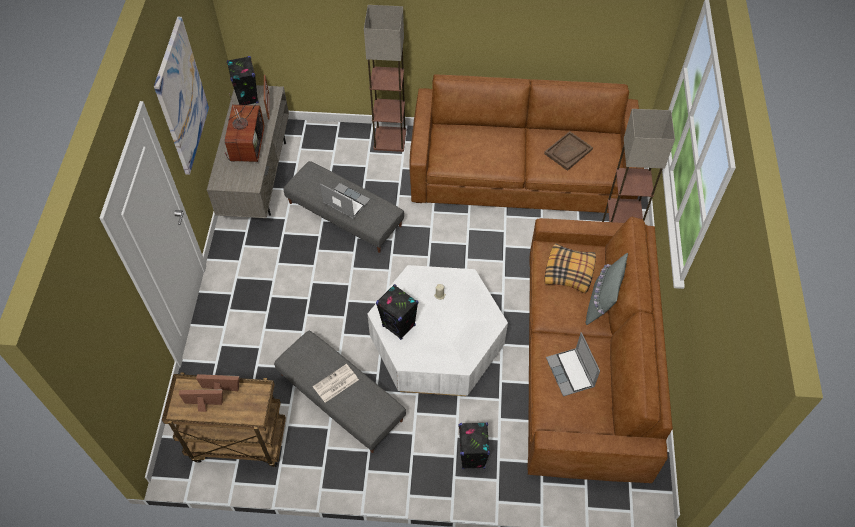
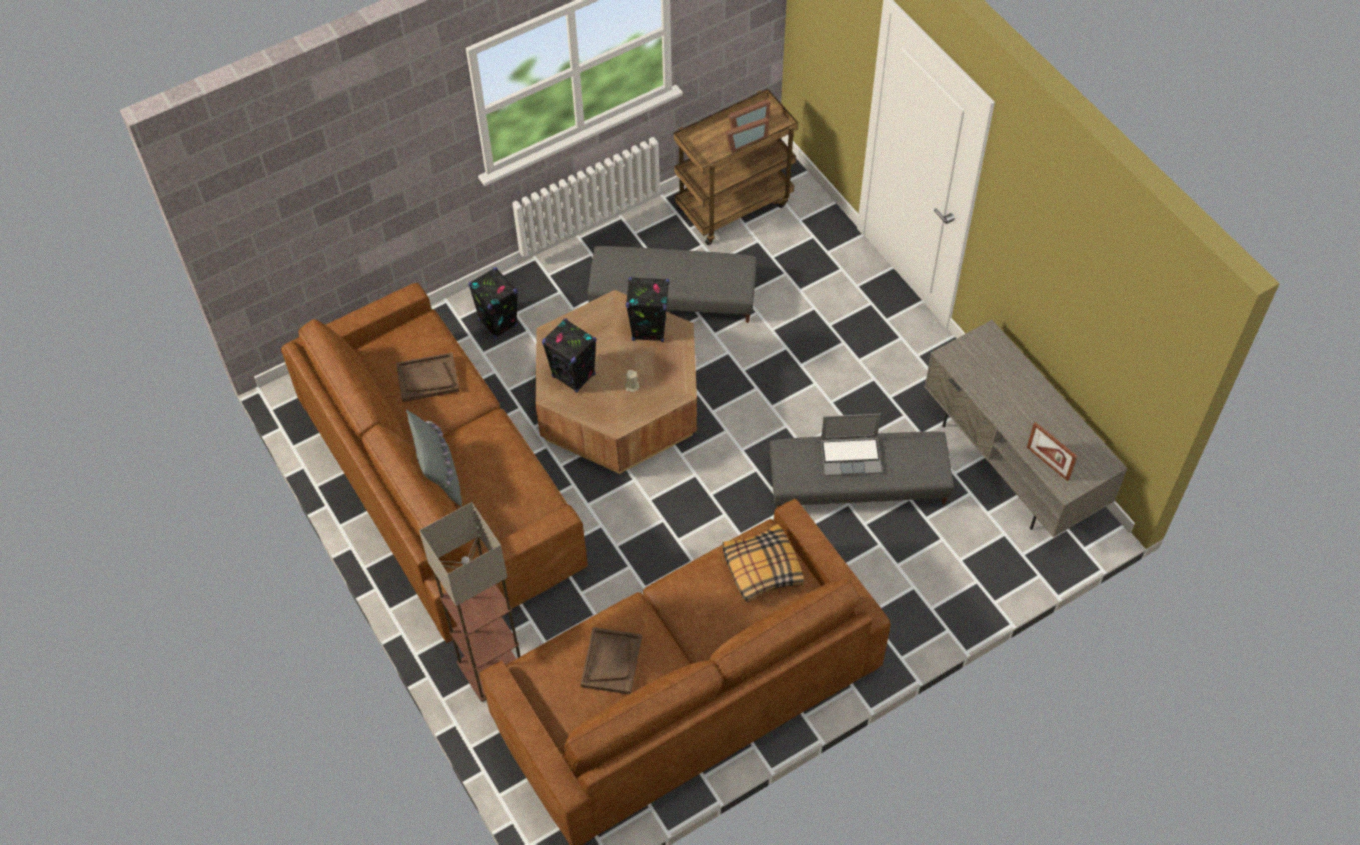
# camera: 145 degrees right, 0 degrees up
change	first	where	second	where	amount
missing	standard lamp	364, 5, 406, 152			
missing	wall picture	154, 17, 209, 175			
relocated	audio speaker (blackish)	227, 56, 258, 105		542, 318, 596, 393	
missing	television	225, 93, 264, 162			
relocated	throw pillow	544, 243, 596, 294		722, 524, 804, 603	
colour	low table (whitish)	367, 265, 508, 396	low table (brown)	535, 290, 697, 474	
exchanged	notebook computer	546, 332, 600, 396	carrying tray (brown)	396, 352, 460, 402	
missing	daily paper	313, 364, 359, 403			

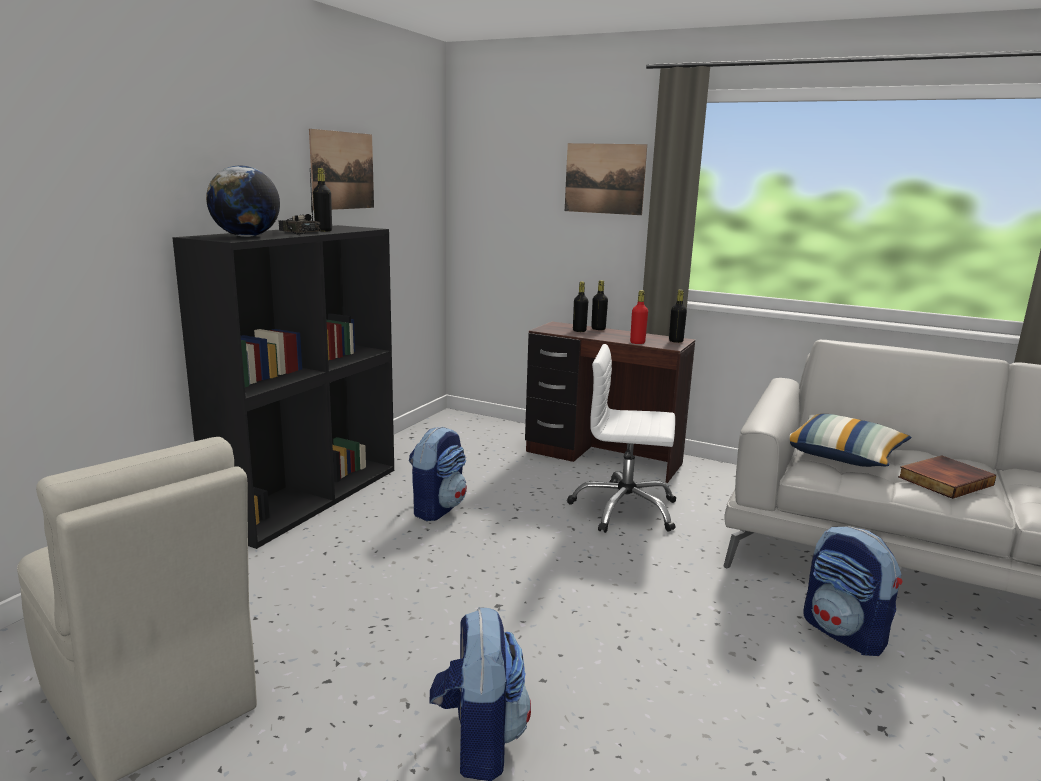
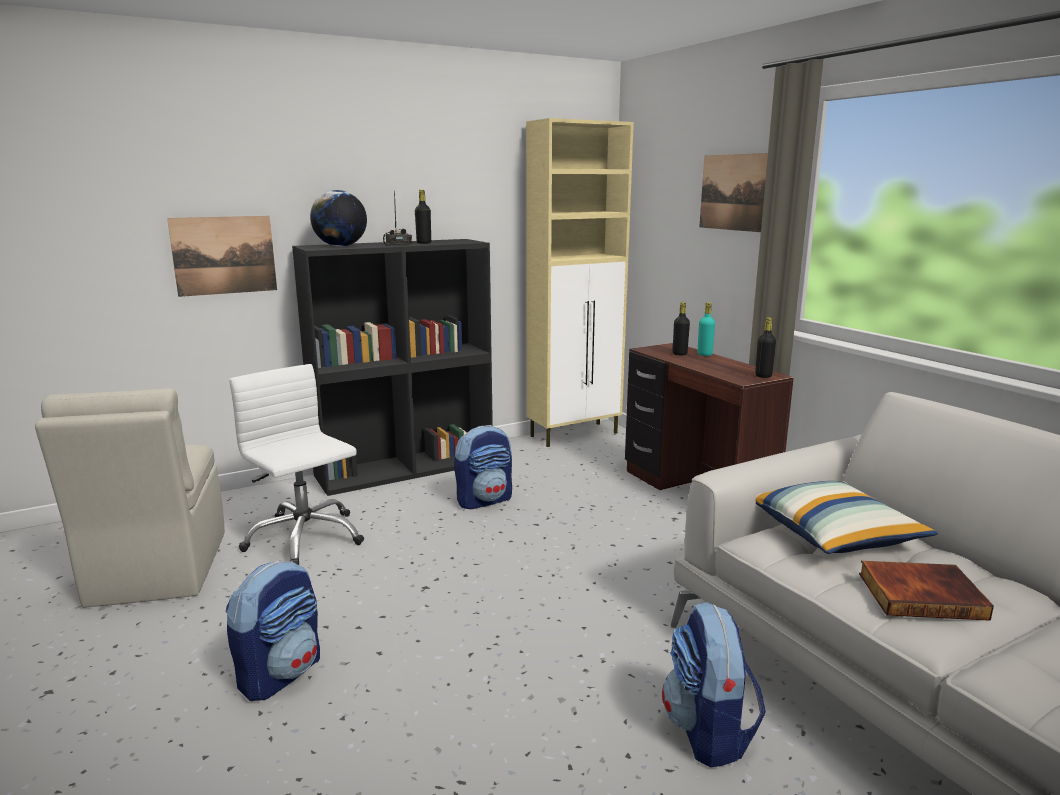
# camera: 35 degrees right, 0 degrees up
change	first	where	second	where	amount
relocated	wall picture	309, 129, 374, 210		167, 216, 277, 297	
colour	bottle (blackish)	591, 280, 608, 330	bottle (turquoise-coloured)	698, 302, 715, 356	
missing	bottle (reddish)	630, 290, 648, 344			
relocated	desk chair (whitish)	567, 344, 676, 533		229, 364, 364, 565	
appeared			cabinet (beige-coloured)	526, 118, 634, 447	

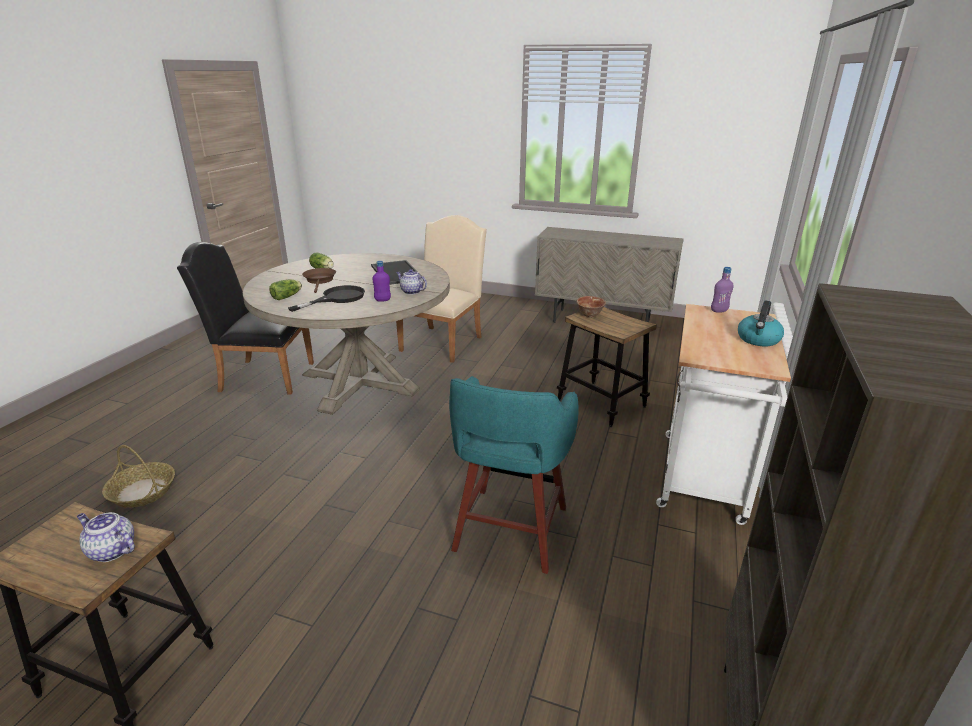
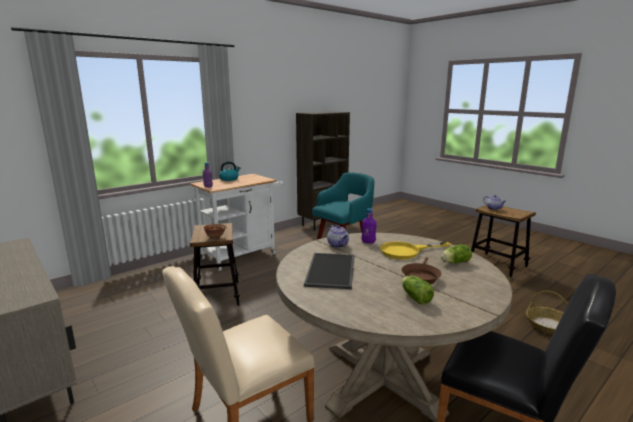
# camera: 150 degrees left, 10 degrees down
change	first	where	second	where	amount
colour	skillet (blackish)	288, 285, 365, 312	skillet (yellow)	380, 241, 451, 260	

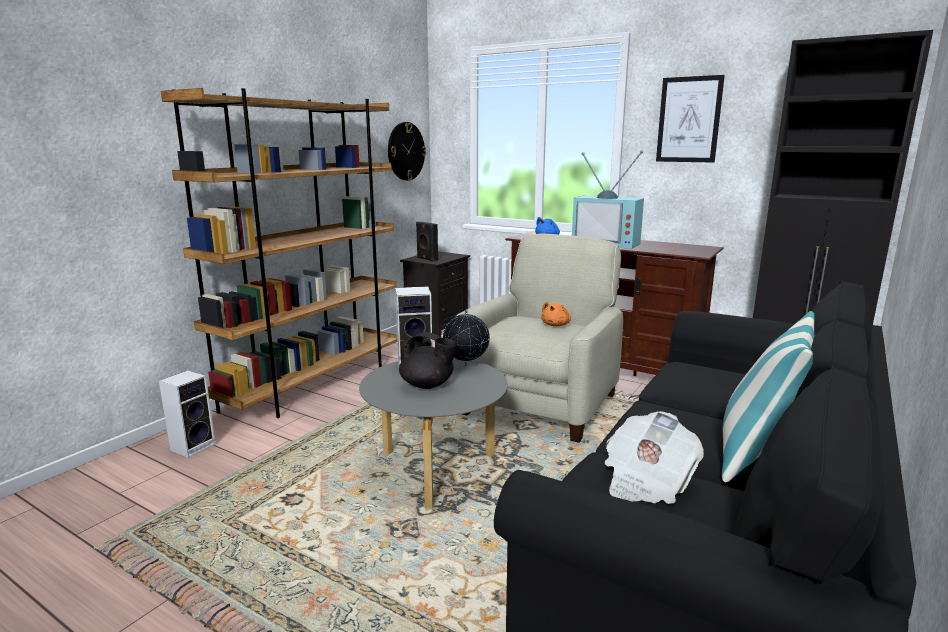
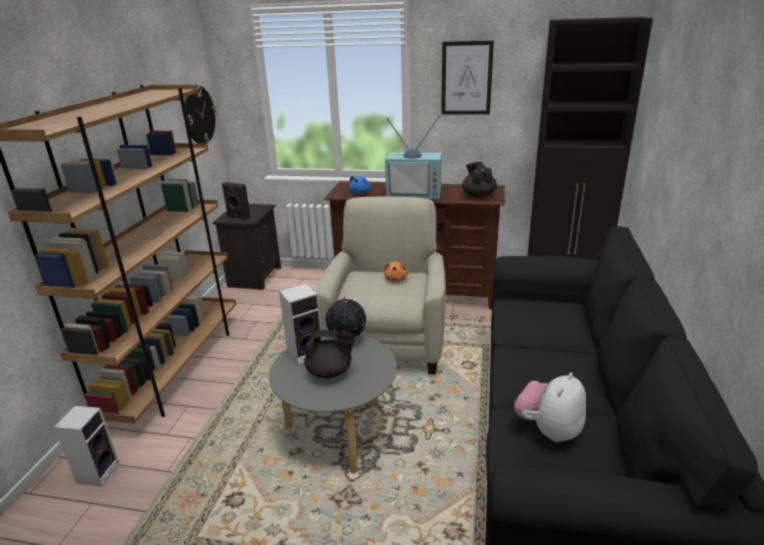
# camera: 20 degrees left, 10 degrees up
change	first	where	second	where	amount
missing	throw pillow	721, 311, 815, 482			
exchanged	daily paper	605, 411, 704, 504	plush toy	514, 373, 586, 442	
appeared			teapot (blackish)	462, 162, 497, 198	

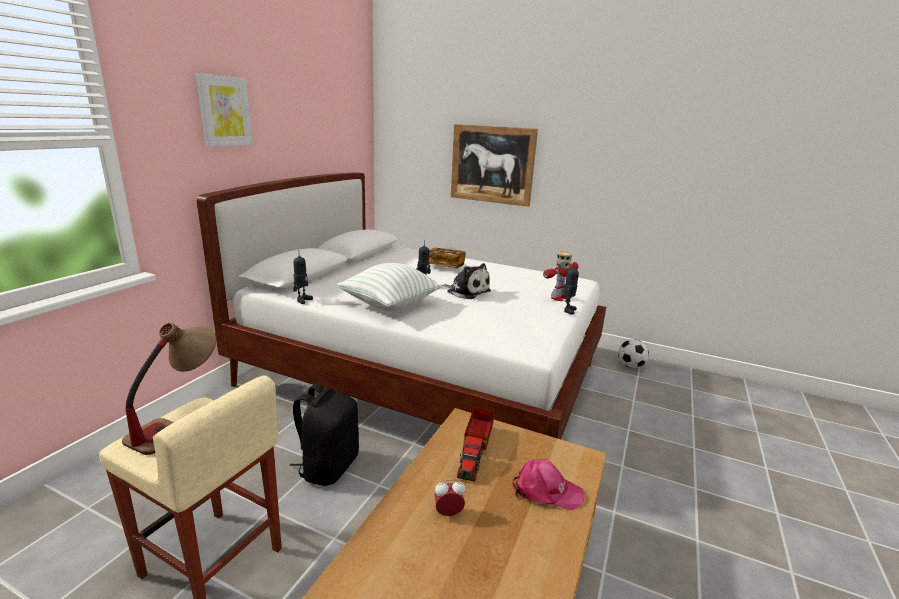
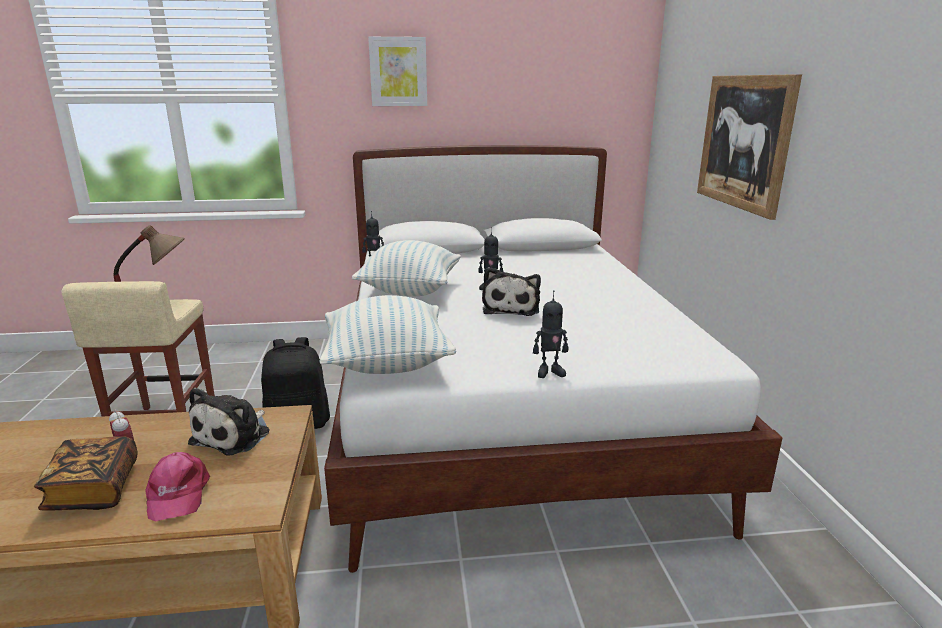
# camera: 60 degrees right, 0 degrees up
change	first	where	second	where	amount
relocated	volume	429, 248, 466, 268		34, 436, 138, 511	
missing	model robot	543, 251, 579, 301			
missing	football	618, 339, 649, 368			
exchanged	toy truck	457, 407, 494, 482	plush toy	188, 387, 270, 455	
appeared			throw pillow	319, 295, 456, 374	

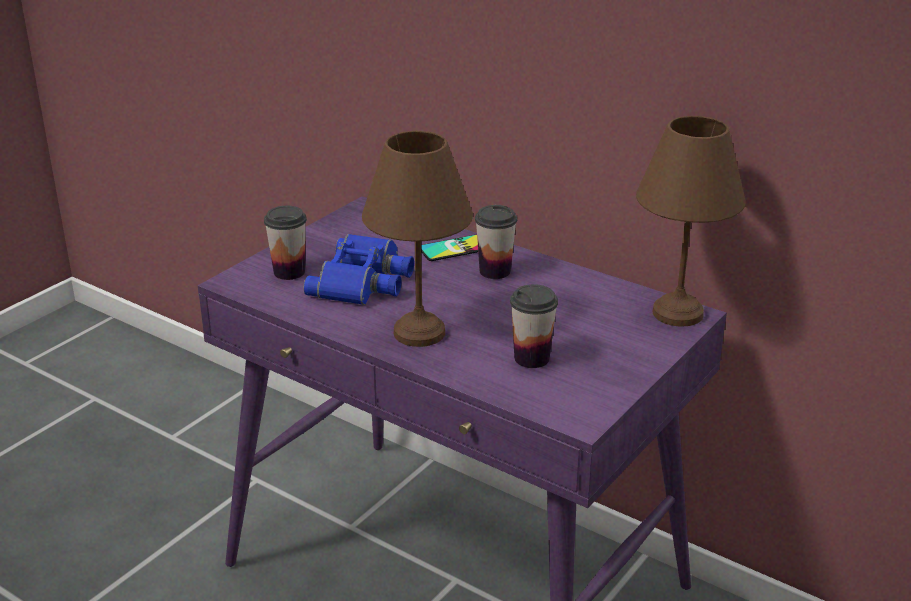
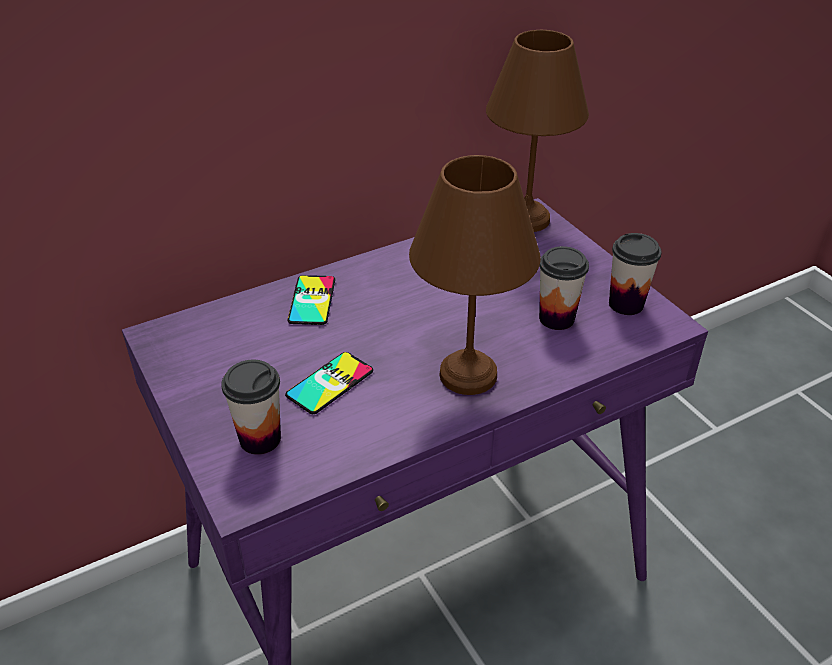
# camera: 65 degrees left, 10 degrees up
change	first	where	second	where	amount
relocated	cup	475, 205, 517, 279		609, 233, 662, 315	
exchanged	binoculars (bluish)	303, 234, 414, 305	phone	285, 352, 373, 414	

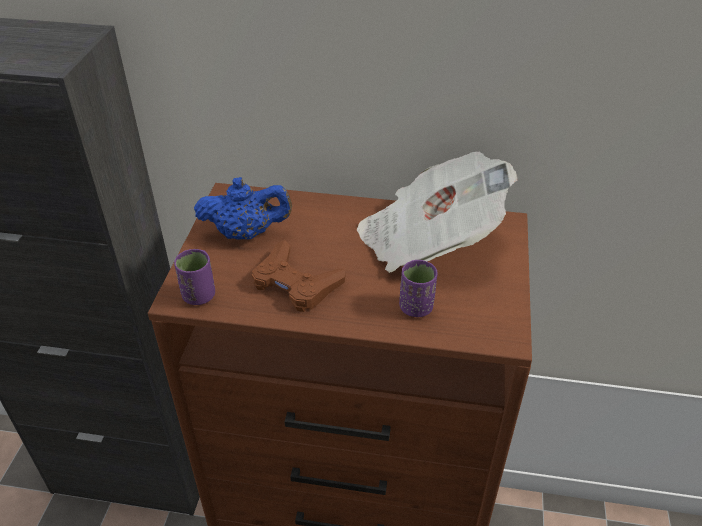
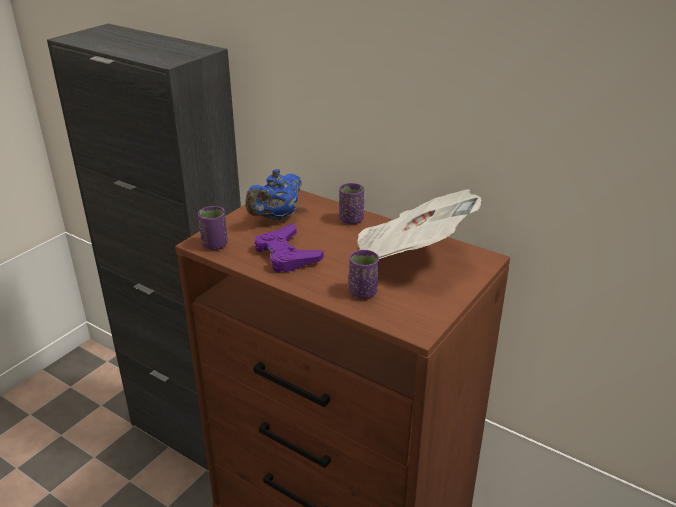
# camera: 25 degrees right, 10 degrees down
change	first	where	second	where	amount
spun	teapot (bluish)	194, 177, 292, 240		245, 169, 302, 221	105 degrees clockwise
colour	game controller (brown)	251, 240, 345, 312	game controller (purplish)	255, 223, 324, 273	
appeared			cup (purplish)	339, 183, 364, 224	

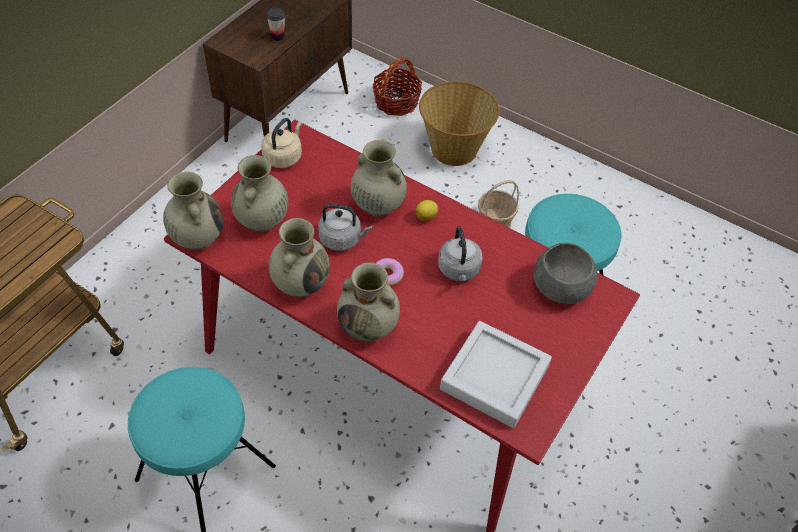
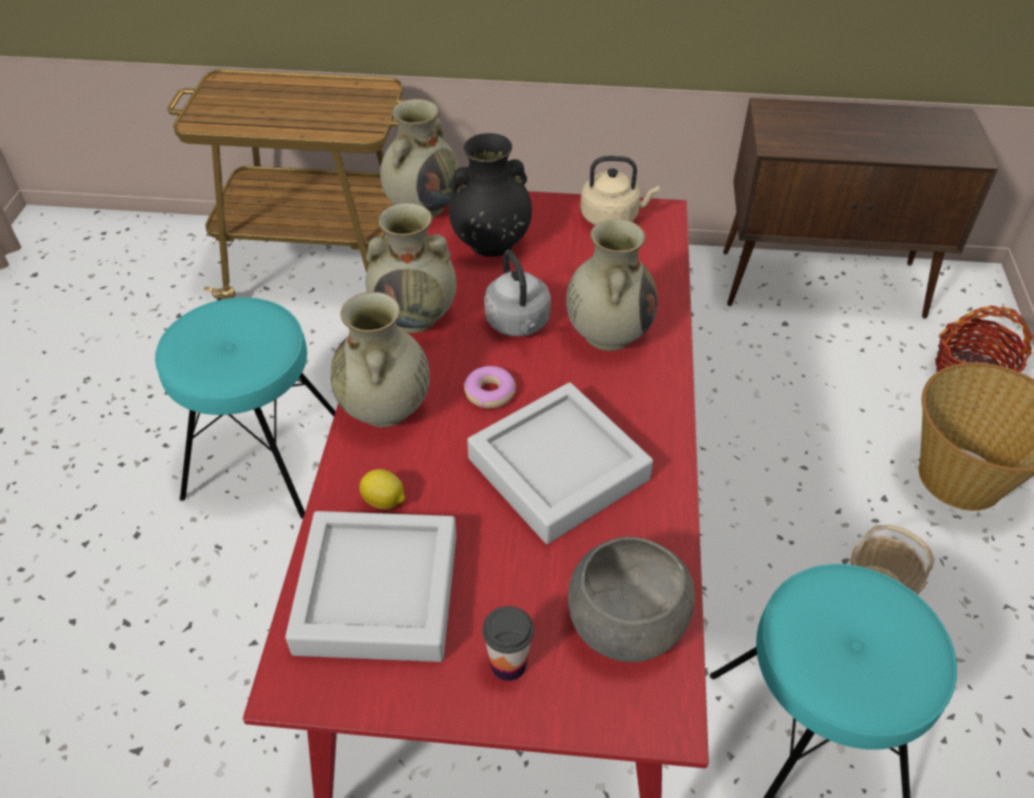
# camera: 65 degrees right, 5 degrees down
change	first	where	second	where	amount
relocated	cup	266, 8, 285, 41		483, 606, 534, 681	
colour	vase (beige-coloured)	231, 155, 288, 232	vase (blackish)	449, 133, 532, 257	
relocated	lemon	416, 200, 438, 221		359, 469, 405, 509	
exchanged	tea kettle (greyish)	438, 226, 482, 282	carrying tray (greyish)	467, 382, 653, 544	

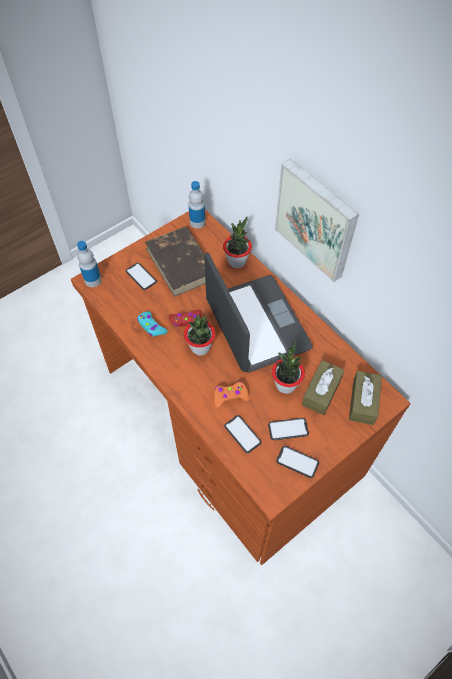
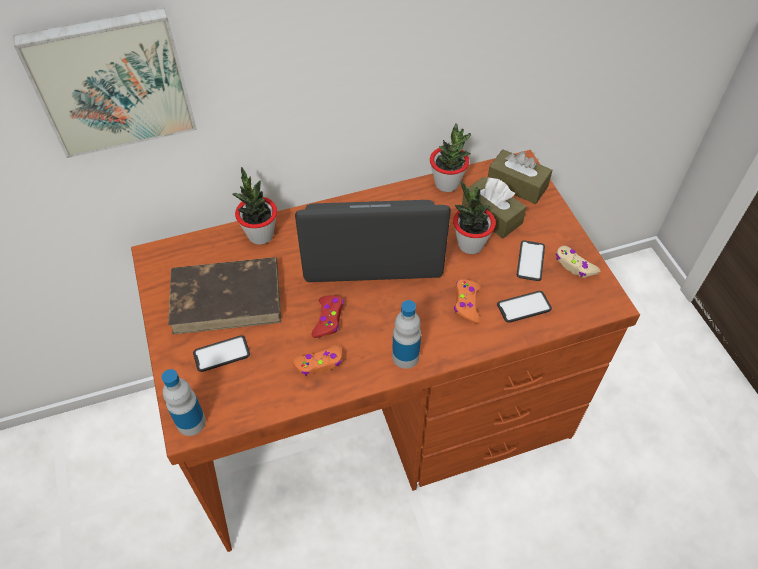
# camera: 70 degrees left, 5 degrees down
change	first	where	second	where	amount
relocated	wall picture	275, 159, 359, 282		13, 8, 197, 158	
relocated	bottle	189, 181, 206, 229		392, 300, 421, 369	
colour	game controller (turquoise-coloured)	137, 311, 168, 337	game controller (orange)	292, 345, 343, 376	
relocated	houseplant	184, 315, 216, 356		430, 123, 471, 192	
exchanged	phone	276, 446, 319, 478	game controller (beige-coloured)	556, 246, 600, 278	

